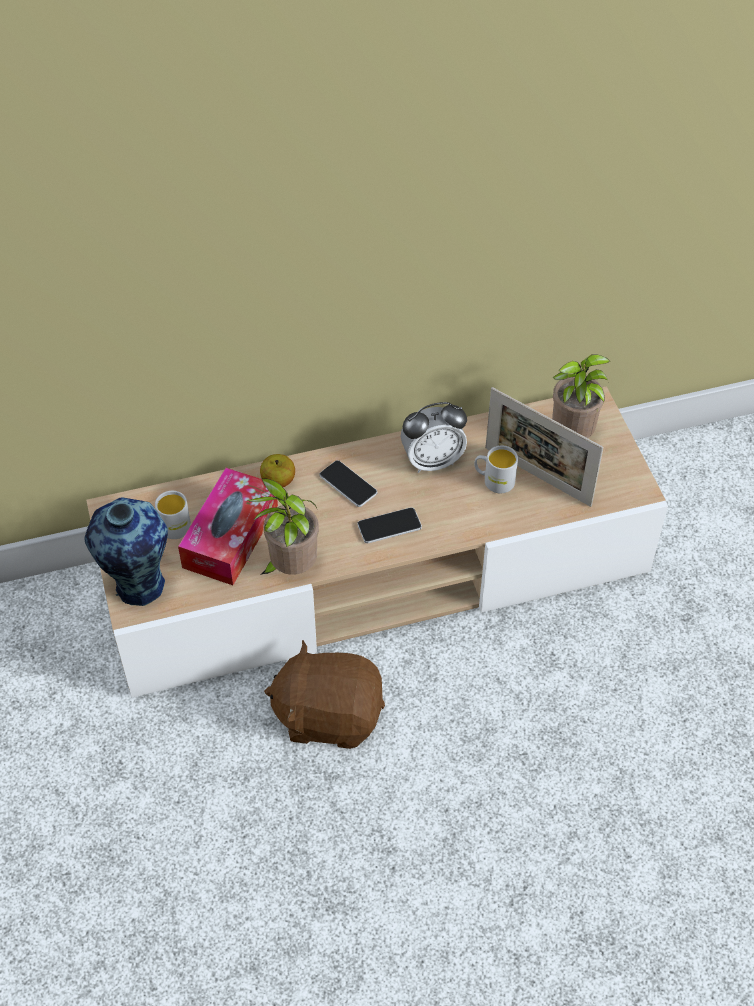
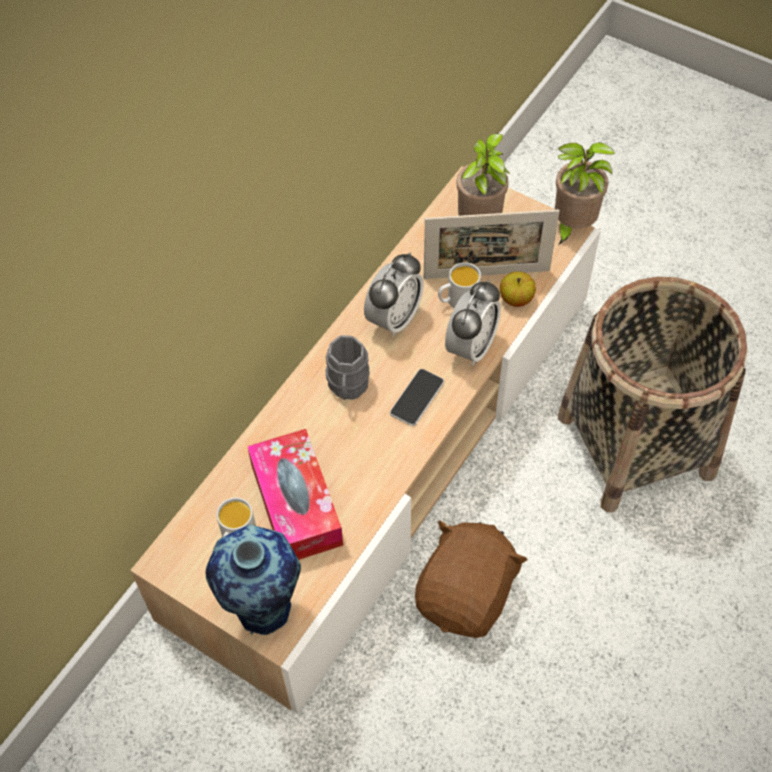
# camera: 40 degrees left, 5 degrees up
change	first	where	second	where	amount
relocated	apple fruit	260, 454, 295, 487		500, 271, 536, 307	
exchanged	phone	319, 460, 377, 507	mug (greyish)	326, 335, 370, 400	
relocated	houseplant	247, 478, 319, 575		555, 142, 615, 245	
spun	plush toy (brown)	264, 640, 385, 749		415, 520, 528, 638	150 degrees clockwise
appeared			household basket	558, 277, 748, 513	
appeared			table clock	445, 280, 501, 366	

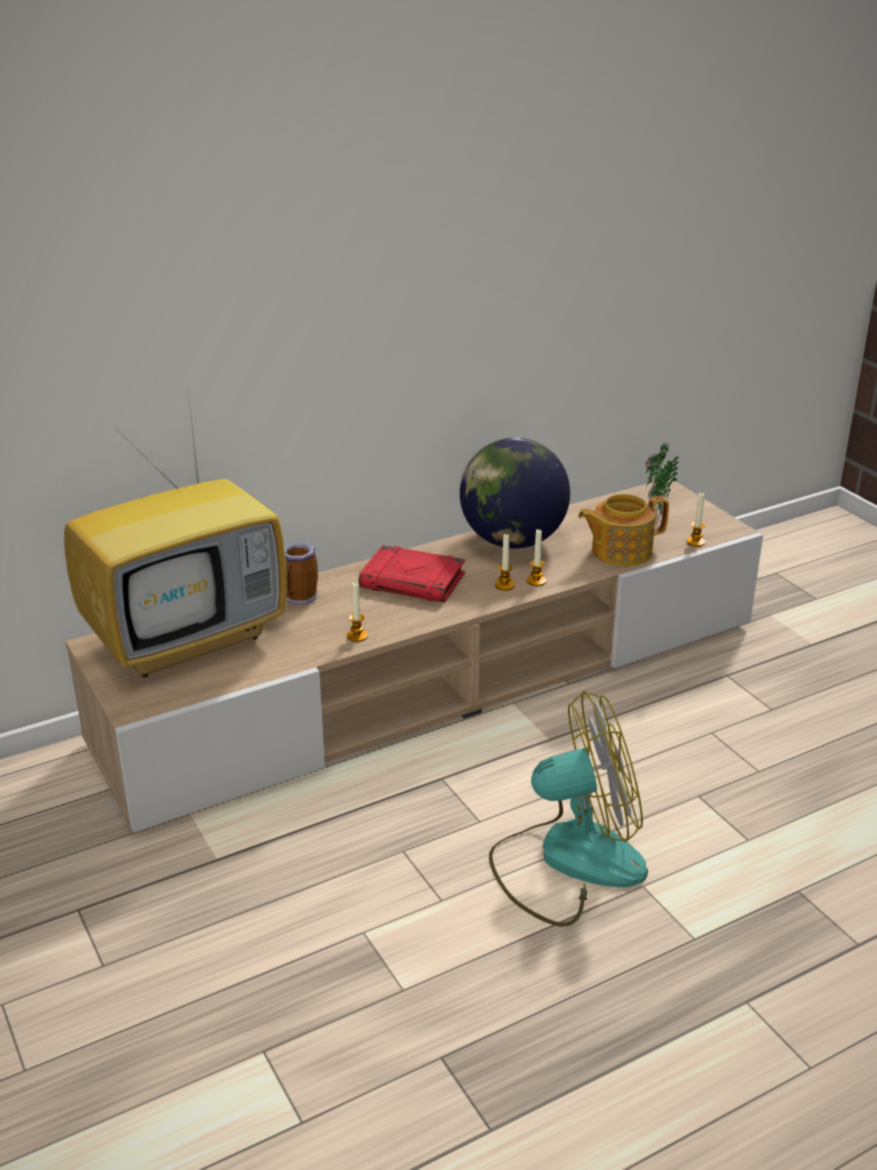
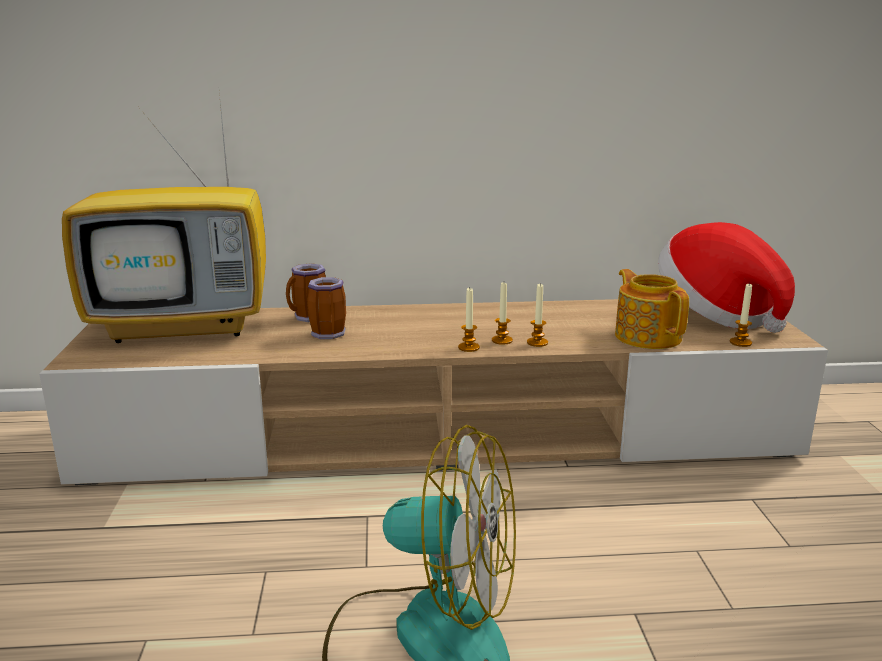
# camera: 25 degrees right, 10 degrees down
change	first	where	second	where	amount
missing	world globe	460, 437, 570, 549			
exchanged	houseplant	645, 443, 679, 516	clothing hat	658, 222, 795, 333	
spun	teapot	578, 494, 669, 566		615, 269, 689, 349	60 degrees clockwise
missing	volume (reddish)	359, 545, 465, 603			
relocated	candle	347, 581, 368, 642		458, 288, 480, 352	
appeared			mug	308, 277, 346, 339	

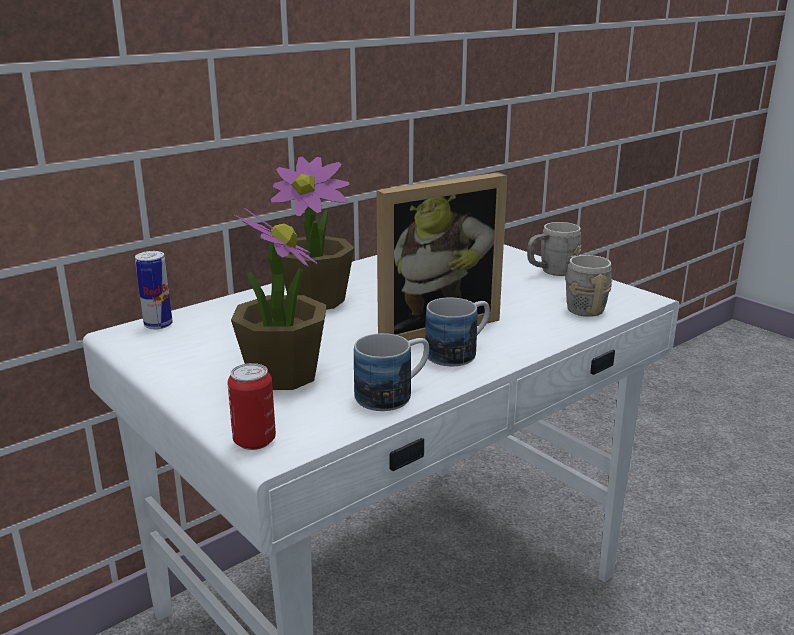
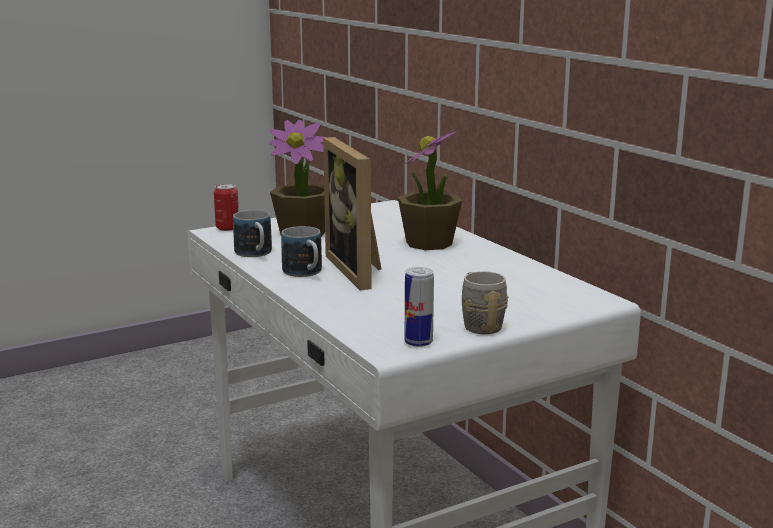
# camera: 100 degrees right, 5 degrees down
change	first	where	second	where	amount
relocated	can	135, 251, 173, 330		405, 267, 434, 347	
missing	mug (greyish)	565, 255, 613, 317			

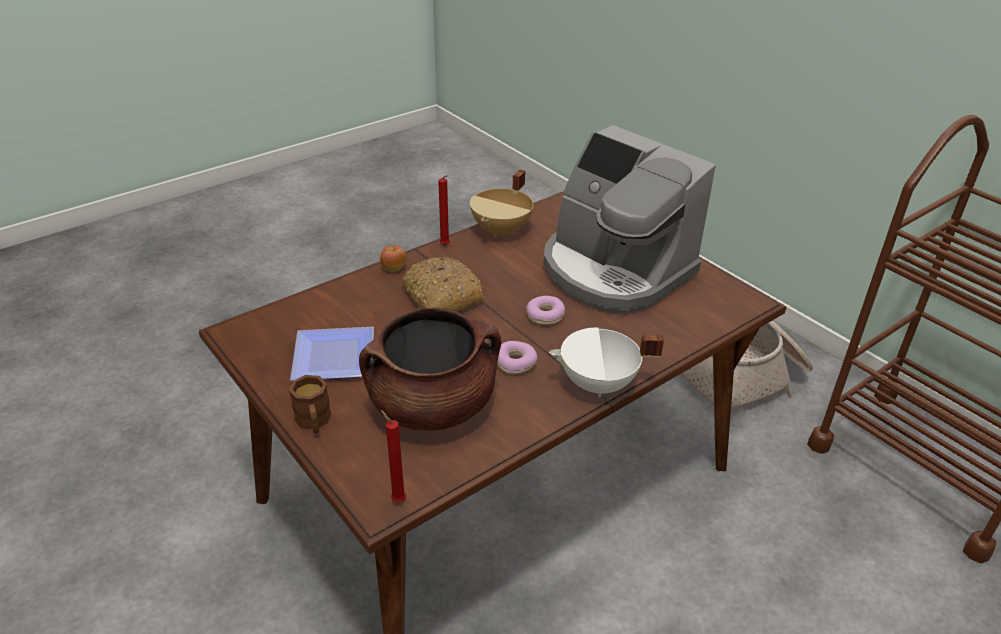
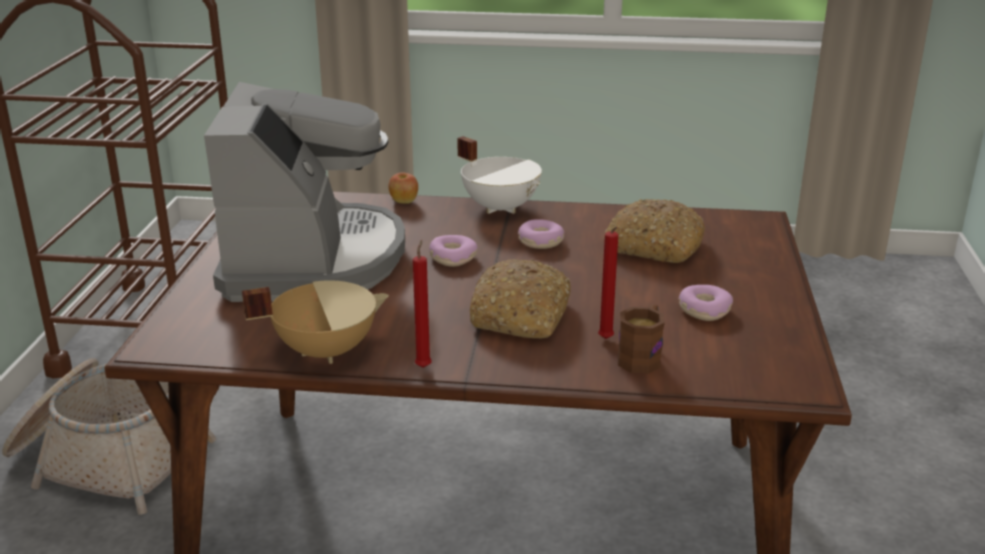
# camera: 135 degrees left, 10 degrees down
change	first	where	second	where	amount
relocated	apple fruit	380, 245, 406, 271		388, 172, 418, 204	
exchanged	stockpot (brown)	359, 307, 501, 431	bread	604, 199, 705, 263	
exchanged	dinner plate	290, 327, 374, 381	ring doughnut	679, 285, 733, 321	
relocated	mug (brown)	289, 375, 331, 433		617, 304, 665, 374	
relocated	candle (reddish)	381, 410, 406, 502		598, 227, 618, 339	

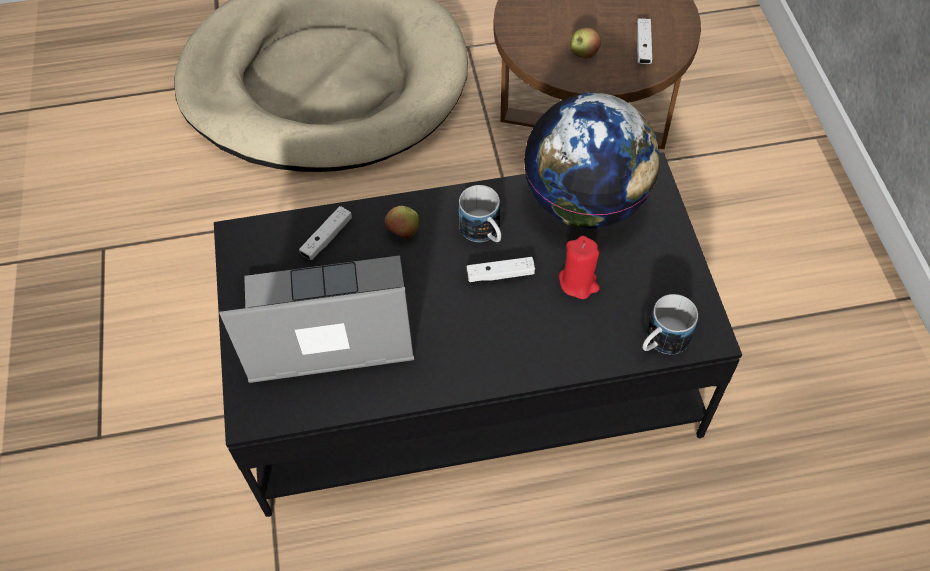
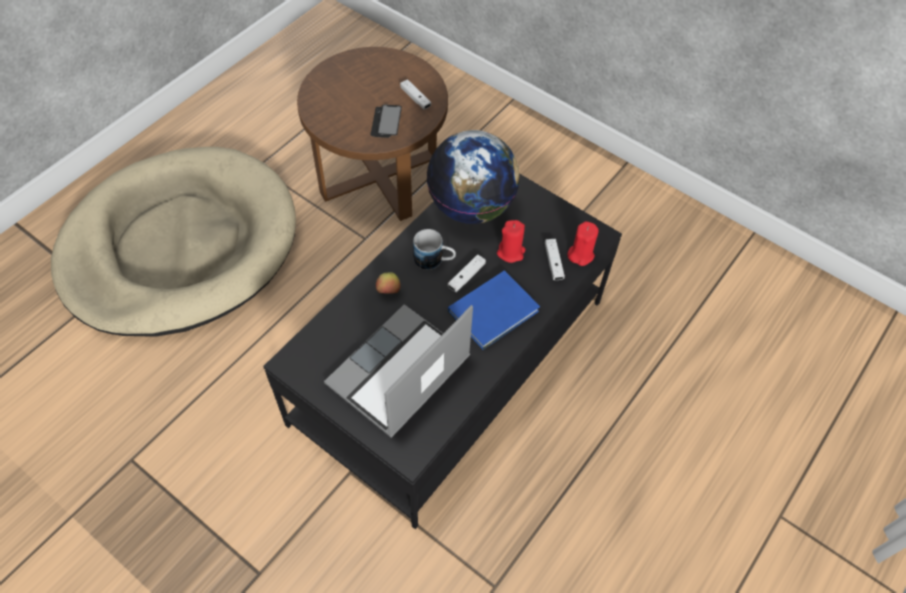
# camera: 45 degrees left, 0 degrees up
change	first	where	second	where	amount
exchanged	apple fruit	570, 27, 601, 58	phone	370, 104, 402, 138	
relocated	game controller (whitish)	299, 206, 352, 260		545, 239, 565, 280	
exchanged	mug	642, 294, 698, 354	candle (reddish)	567, 221, 599, 266	
appeared			volume (bluish)	448, 270, 540, 350	

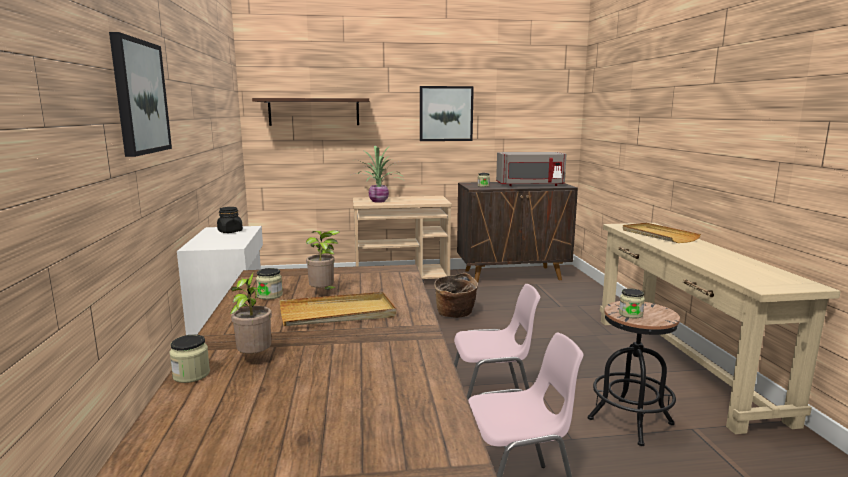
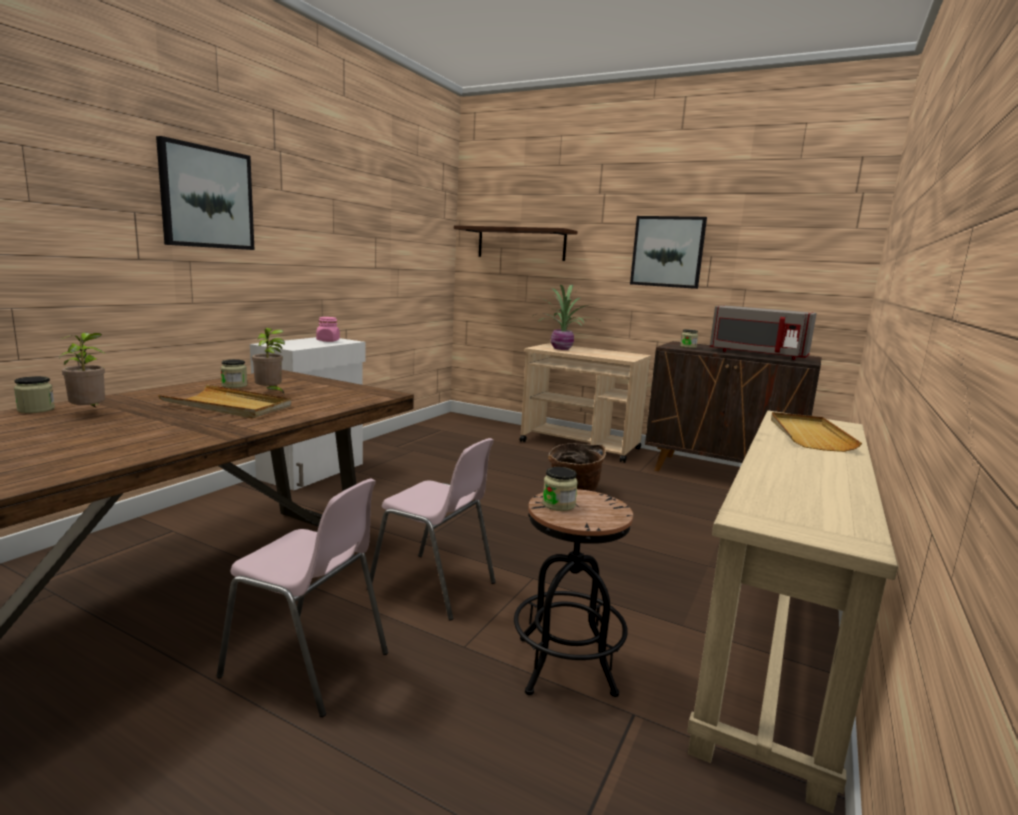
# camera: 35 degrees right, 0 degrees up
change	first	where	second	where	amount
colour	preserve jar (blackish)	217, 207, 243, 233	preserve jar (pinkish)	316, 317, 340, 342	

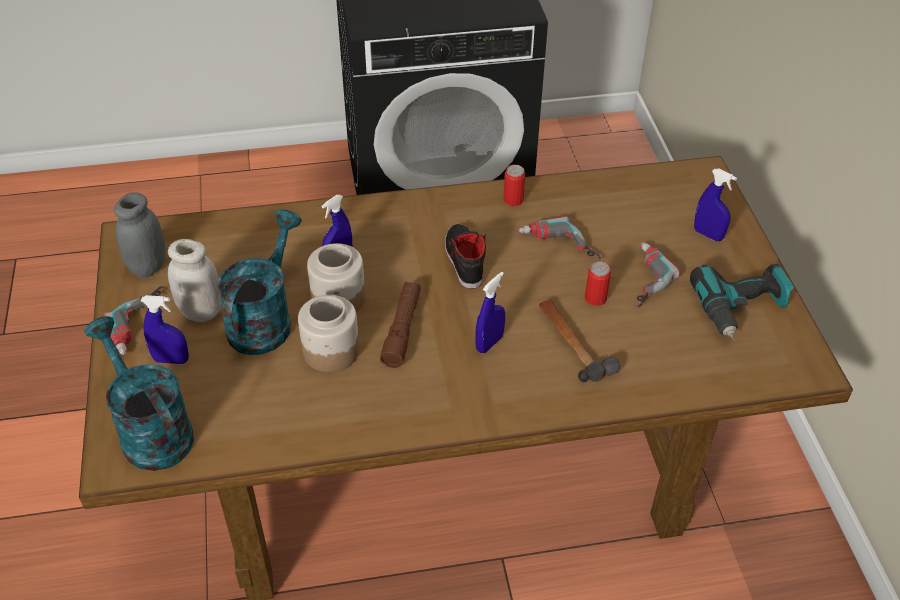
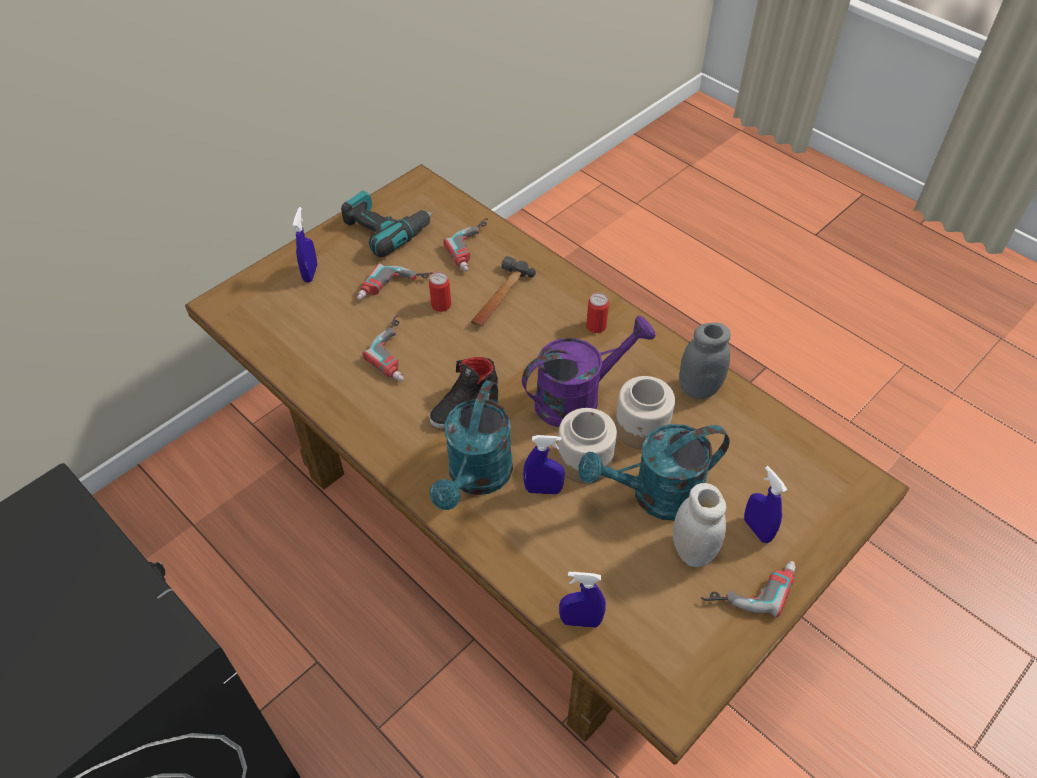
# camera: 125 degrees left, 5 degrees up
change	first	where	second	where	amount
relocated	can	503, 165, 525, 206		586, 293, 609, 333	
relocated	preserve jar (greyish)	114, 192, 166, 278		679, 322, 731, 399	
relocated	spray bottle (bluish)	476, 272, 505, 353		559, 572, 606, 628	
exchanged	flashlight (brown)	380, 282, 421, 368	watering can (purplish)	522, 316, 656, 427	
relocated	watering can (turquoise-coloured)	84, 316, 194, 471		429, 380, 513, 510	
appeared			electric drill	443, 218, 488, 272	

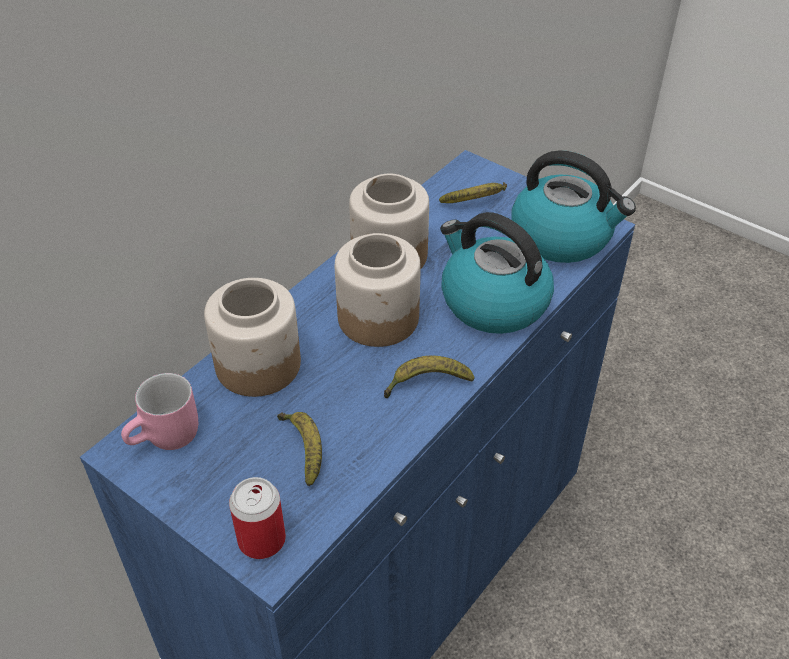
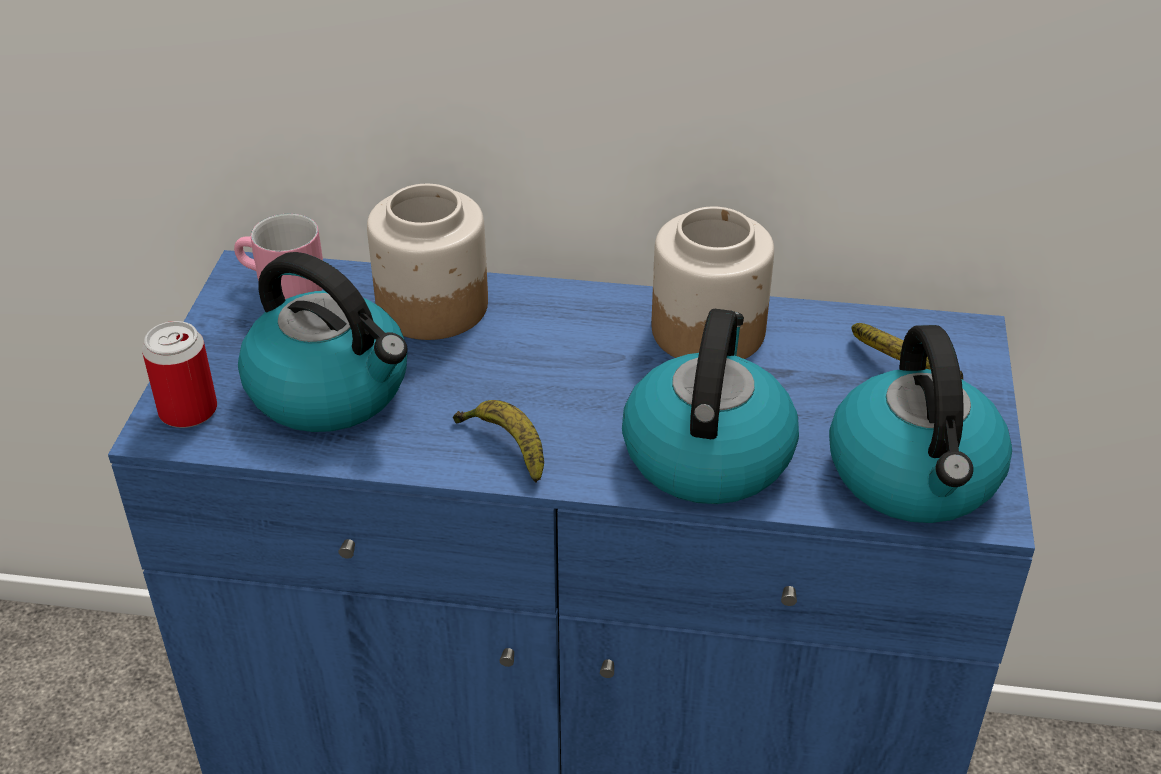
# camera: 60 degrees right, 5 degrees down
change	first	where	second	where	amount
missing	preserve jar	335, 233, 421, 347			
exchanged	banana	277, 412, 322, 486	tea kettle	238, 252, 408, 432	

